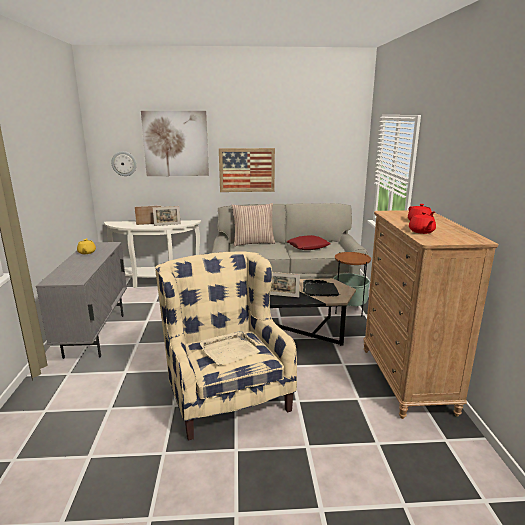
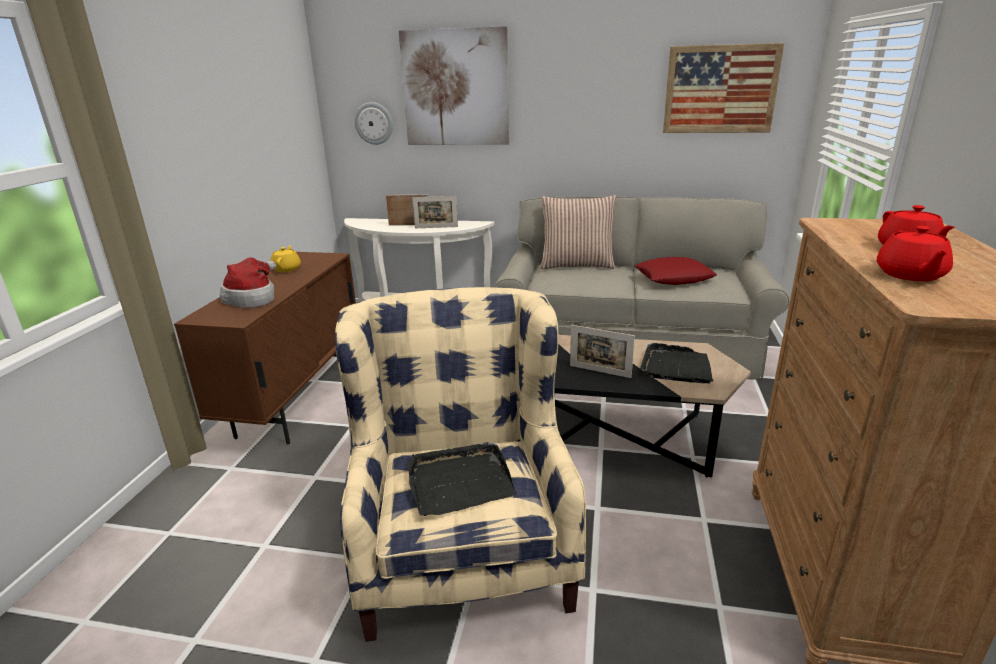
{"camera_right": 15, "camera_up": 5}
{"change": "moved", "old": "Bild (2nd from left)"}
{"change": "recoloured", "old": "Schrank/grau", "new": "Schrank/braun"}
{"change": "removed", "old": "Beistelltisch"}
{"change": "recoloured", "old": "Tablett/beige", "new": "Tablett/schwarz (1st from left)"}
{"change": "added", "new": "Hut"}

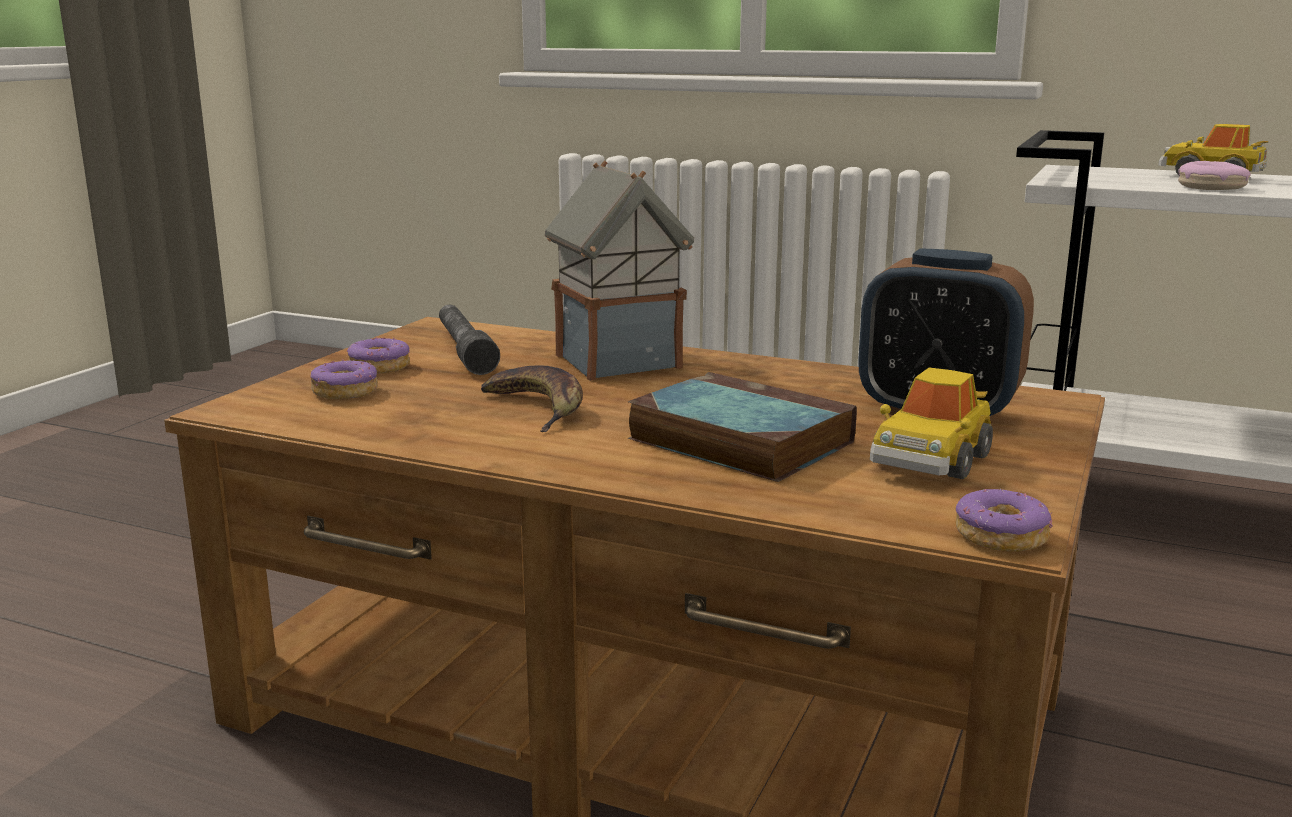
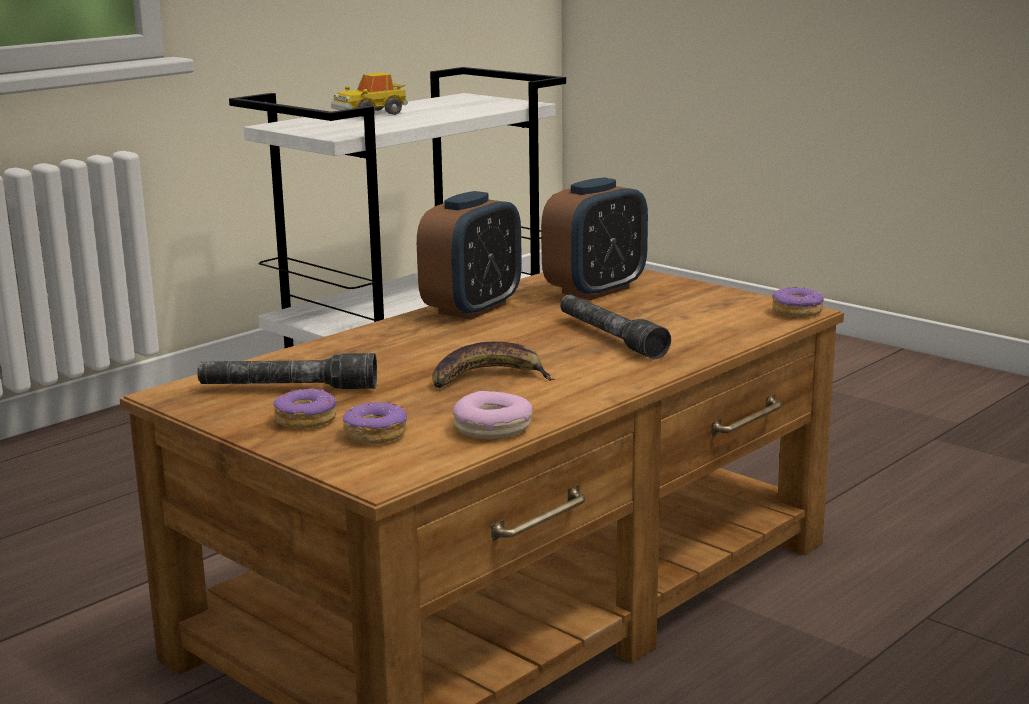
{"camera_right": -70, "camera_up": 0}
{"change": "removed", "old": "Spielzeughaus"}
{"change": "moved", "old": "Donut (4th from left in the first image)", "new": "Donut (3rd from left)"}
{"change": "removed", "old": "Spielzeugauto (1st from left)"}
{"change": "replaced", "old": "Buch", "new": "Taschenlampe/grau (2nd from left)"}
{"change": "added", "new": "Wecker (1st from left)"}

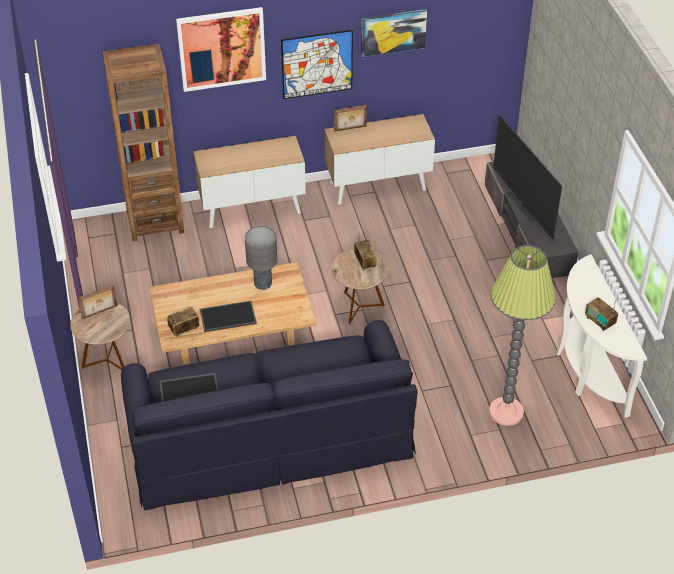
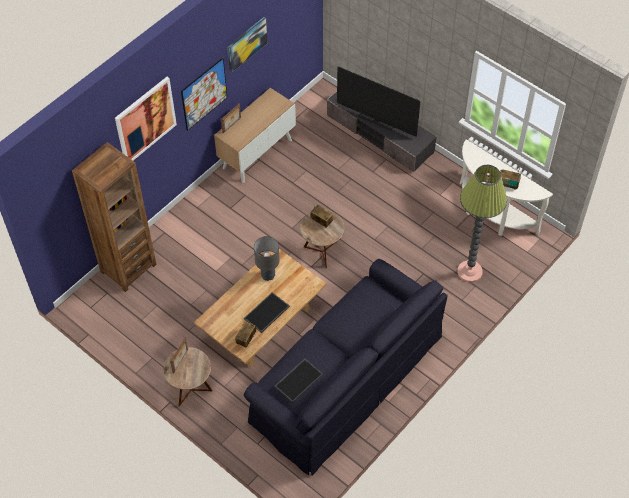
{"camera_right": -35, "camera_up": 10}
{"change": "removed", "old": "Schrank (1st from left)"}

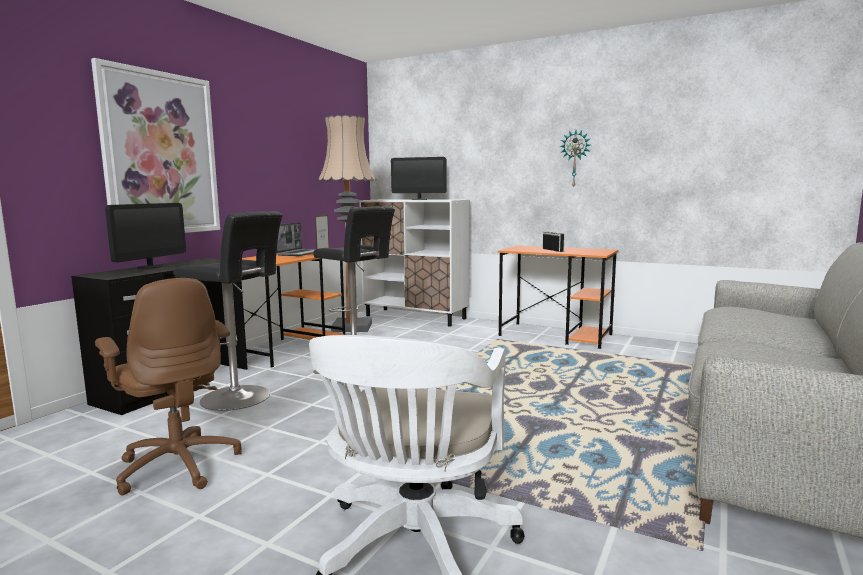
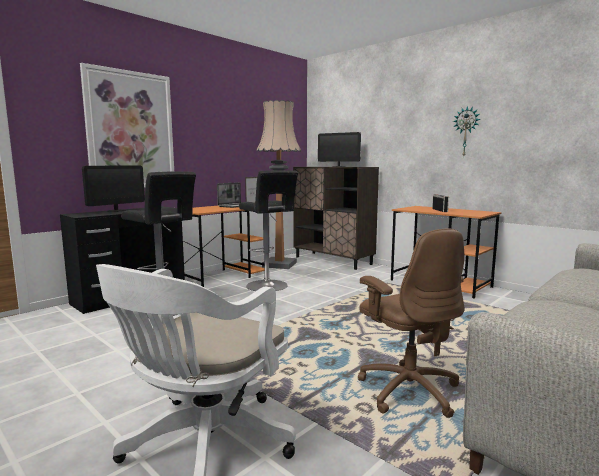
{"camera_right": 15, "camera_up": 0}
{"change": "recoloured", "old": "Schrank/weiß", "new": "Schrank/braun"}
{"change": "moved", "old": "Bürostuhl/braun"}

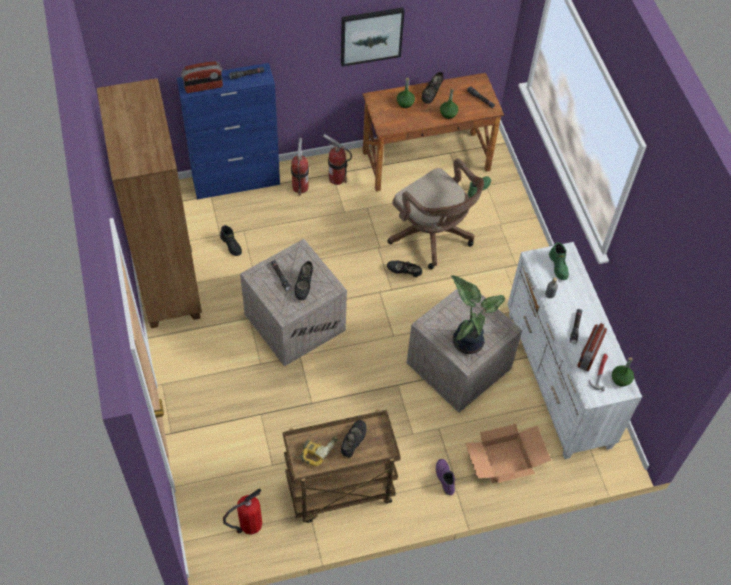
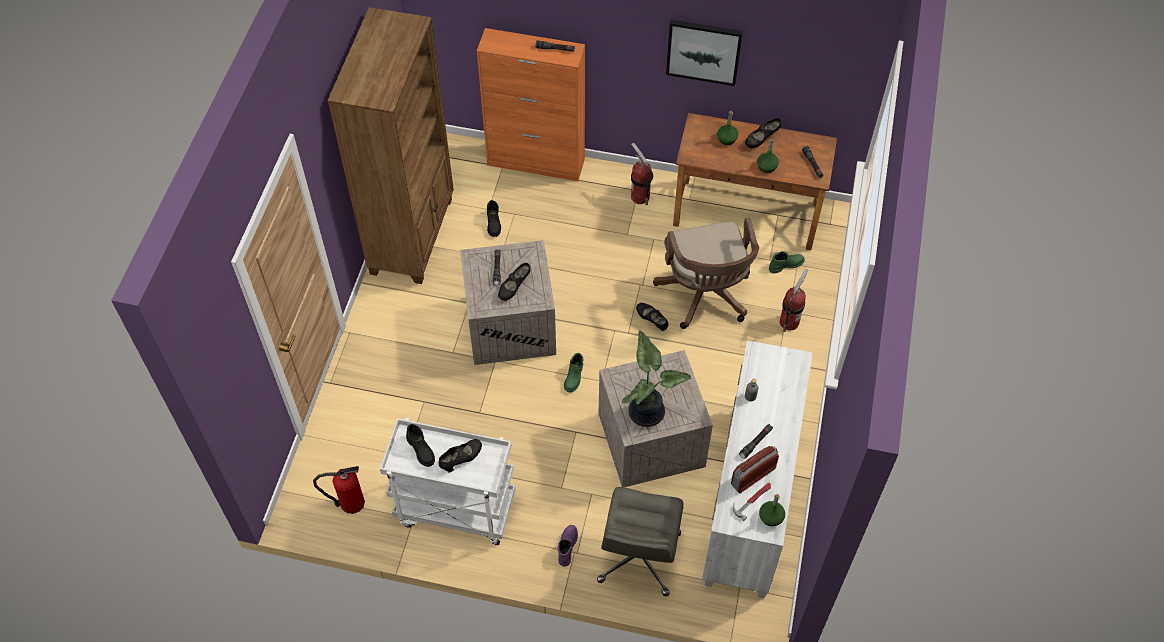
{"camera_right": 30, "camera_up": 0}
{"change": "removed", "old": "Radio (1st from left)"}
{"change": "recoloured", "old": "Schrank/blau", "new": "Schrank/orange"}
{"change": "moved", "old": "Feuerlöscher (2nd from left in the first image)", "new": "Feuerlöscher (3rd from left)"}
{"change": "moved", "old": "Stiefel/grün (2nd from left in the first image)", "new": "Stiefel/grün (1st from left)"}
{"change": "recoloured", "old": "Rollwagen/braun", "new": "Rollwagen/weiß"}
{"change": "replaced", "old": "Karton", "new": "Bürostuhl/grau"}
{"change": "replaced", "old": "Bohrmaschine", "new": "Stiefel/schwarz (1st from left)"}

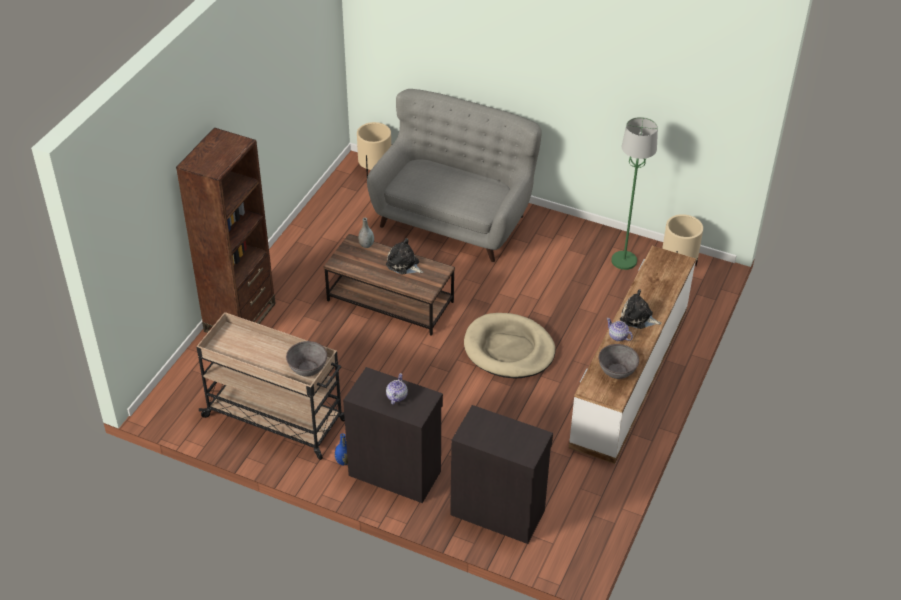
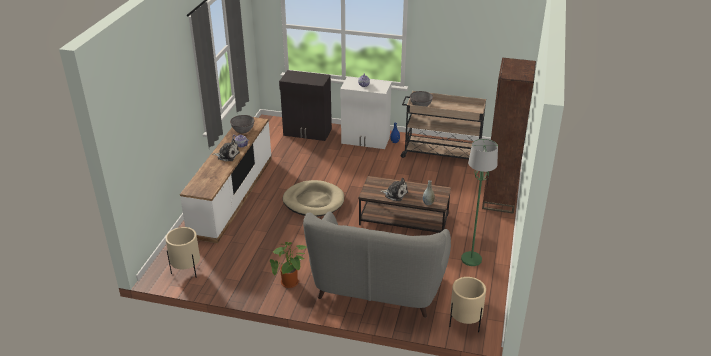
{"camera_right": 170, "camera_up": -10}
{"change": "moved", "old": "Stehlampe/grün"}
{"change": "recoloured", "old": "Schrank/schwarz (1st from left)", "new": "Schrank/weiß"}
{"change": "added", "new": "Topfpflanze"}

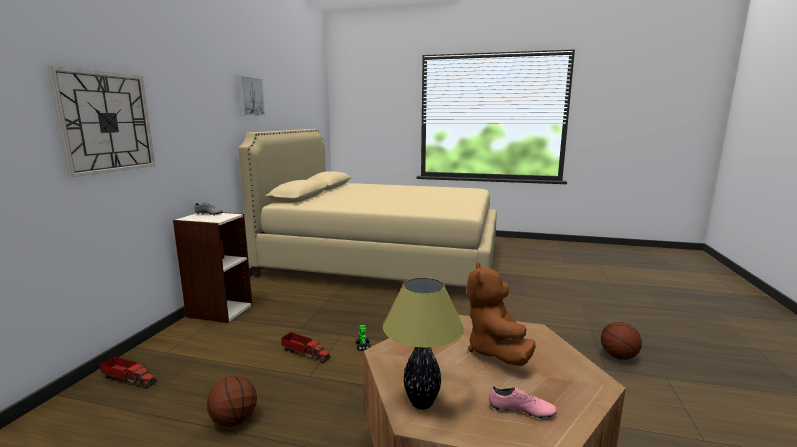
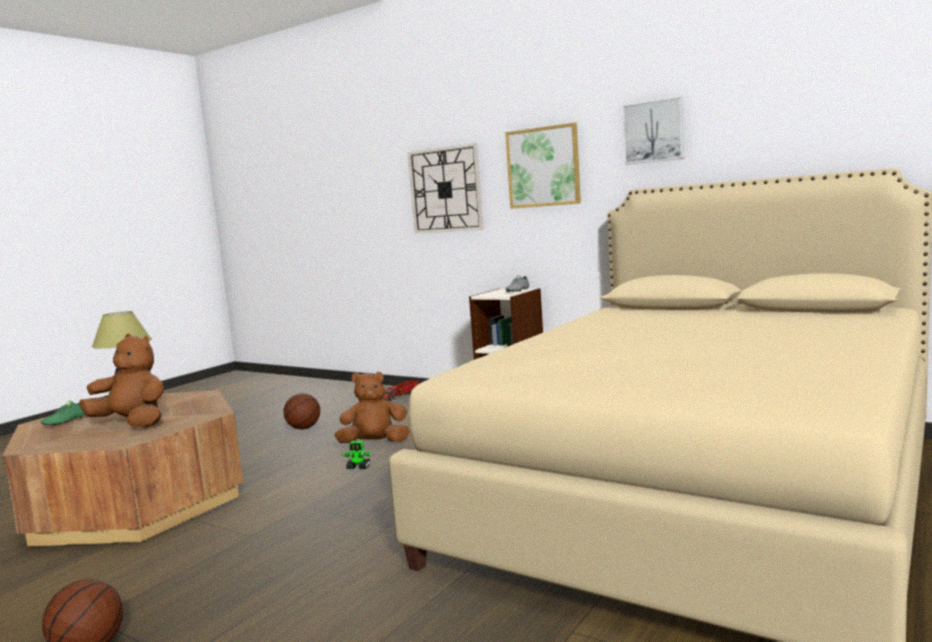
{"camera_right": 110, "camera_up": -5}
{"change": "replaced", "old": "Spielzeuglaster (2nd from left)", "new": "Plüschtier/braun (2nd from left)"}
{"change": "recoloured", "old": "Schuh/rosa", "new": "Schuh/grün"}
{"change": "added", "new": "Bild (1st from left)"}

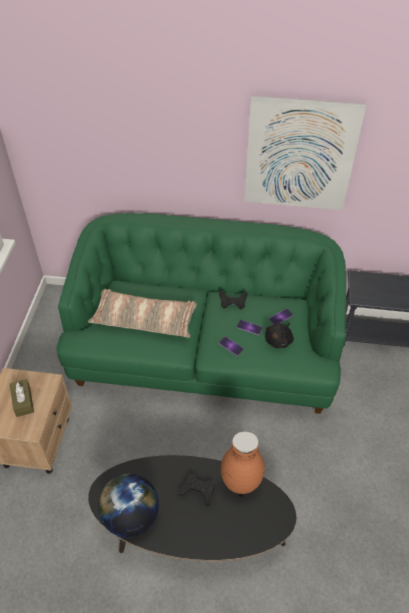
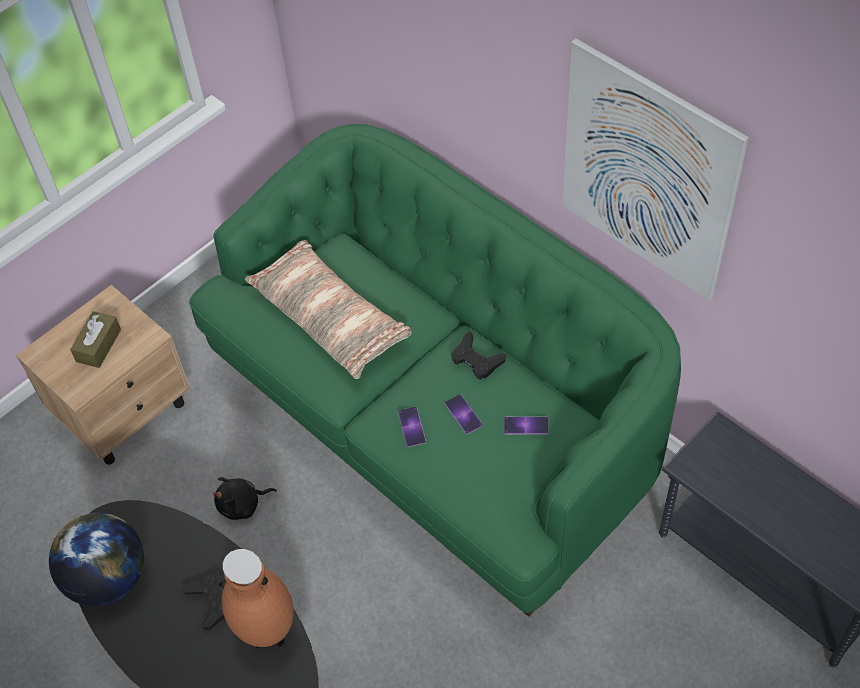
{"camera_right": 40, "camera_up": 5}
{"change": "moved", "old": "Plüschtier/schwarz"}

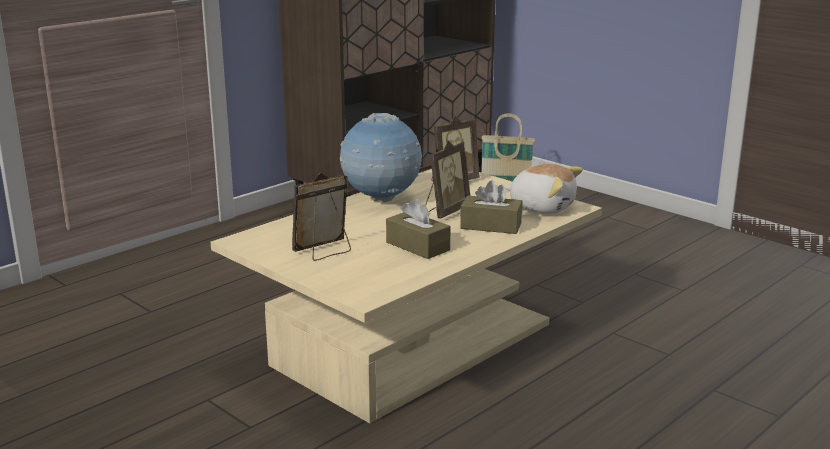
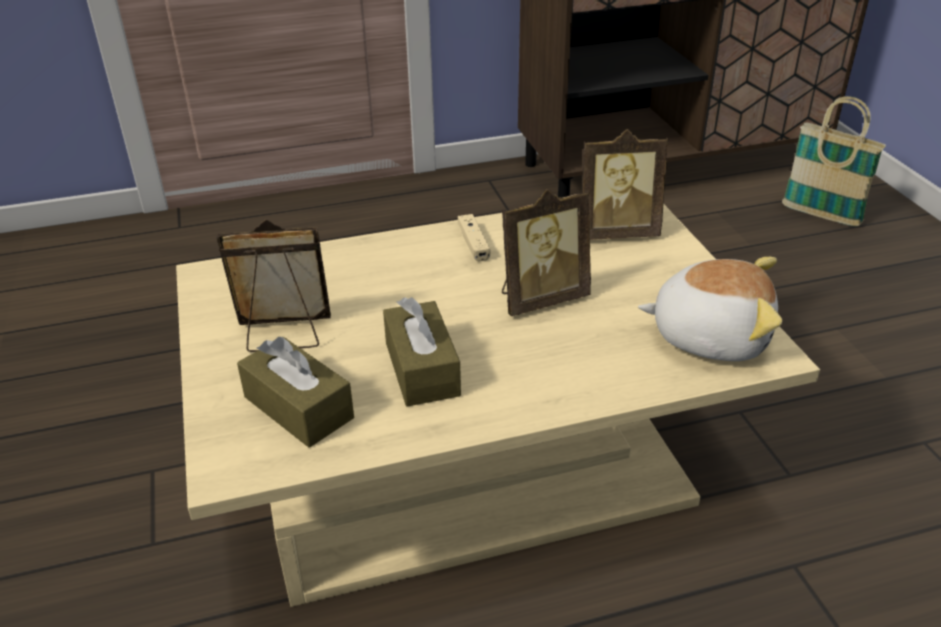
{"camera_right": 30, "camera_up": 15}
{"change": "replaced", "old": "Globus", "new": "Gamepad/beige"}
{"change": "turned", "old": "Plüschtier", "degrees": -45}
{"change": "moved", "old": "Taschentuchbox/braun (2nd from left in the first image)", "new": "Taschentuchbox/braun (1st from left)"}

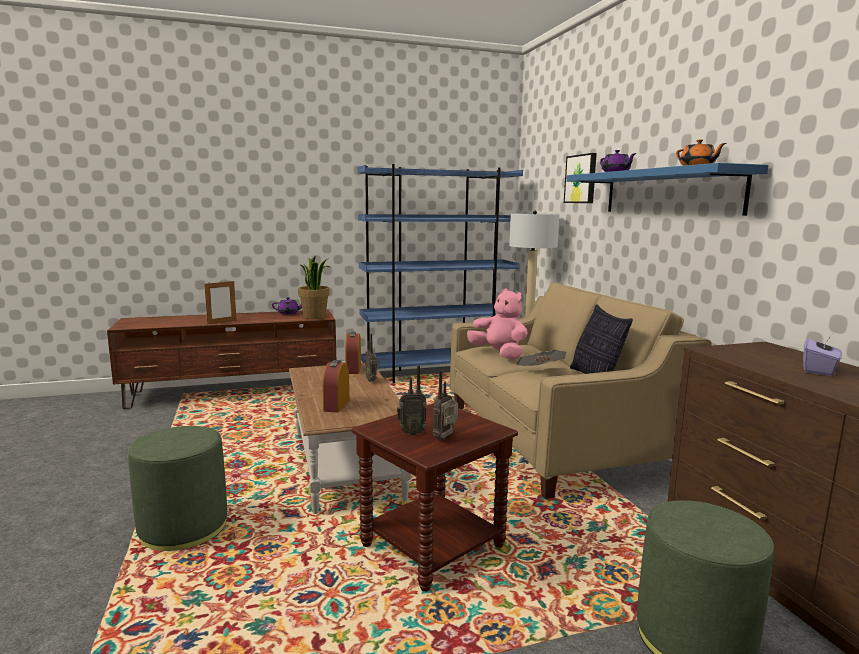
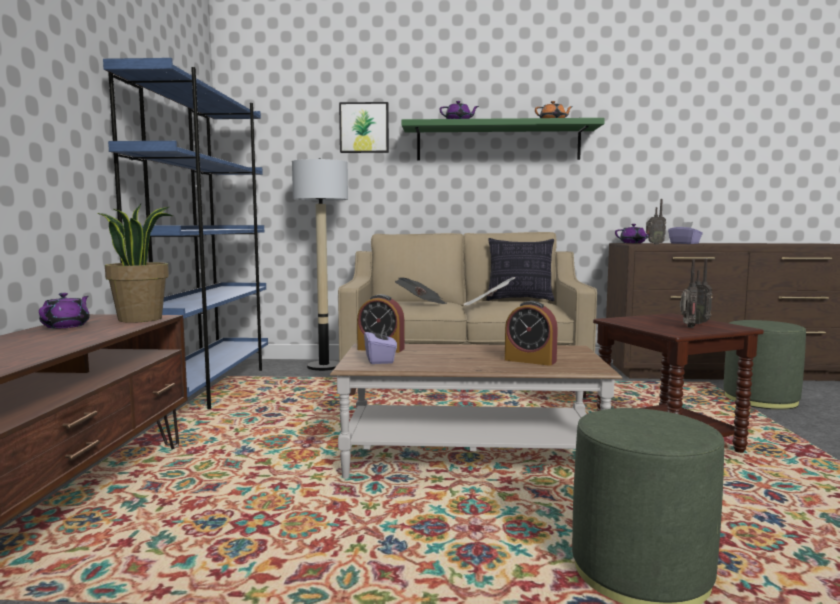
{"camera_right": -70, "camera_up": -5}
{"change": "recoloured", "old": "Wandregal/blau", "new": "Wandregal/grün"}
{"change": "removed", "old": "Bilderrahmen"}
{"change": "replaced", "old": "Plüschtier/rosa", "new": "Zeitung (1st from left)"}
{"change": "moved", "old": "Radio (1st from left)"}
{"change": "added", "new": "Teekanne/lila (3rd from left)"}
{"change": "added", "new": "Taschentuchbox/lila (1st from left)"}

